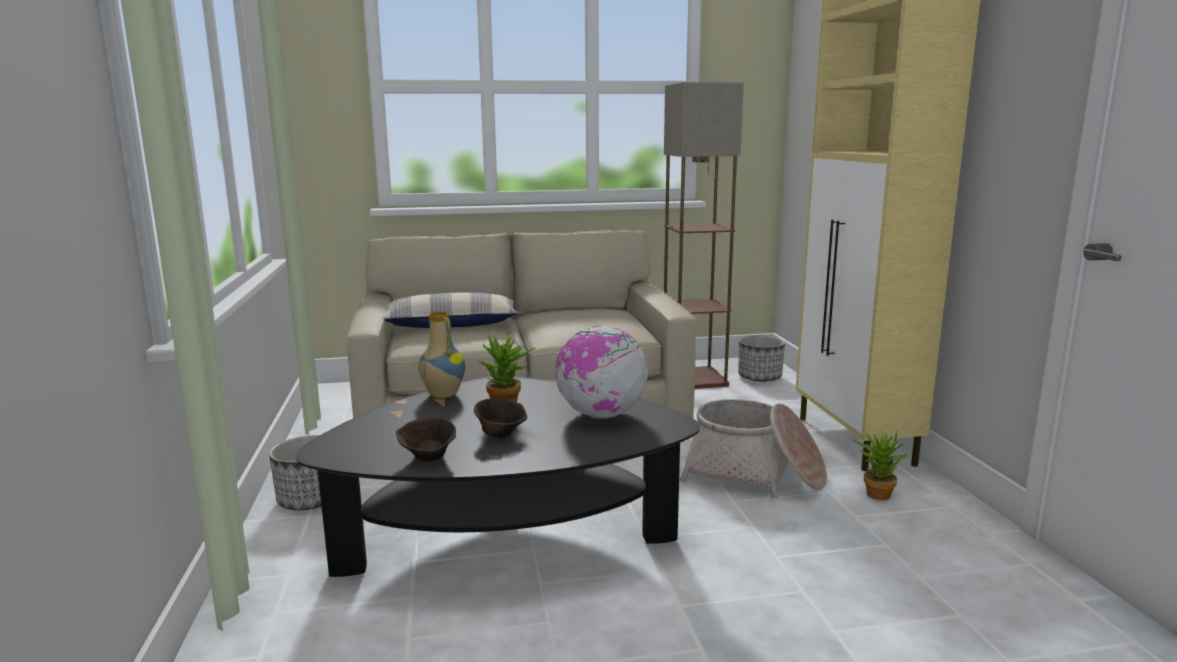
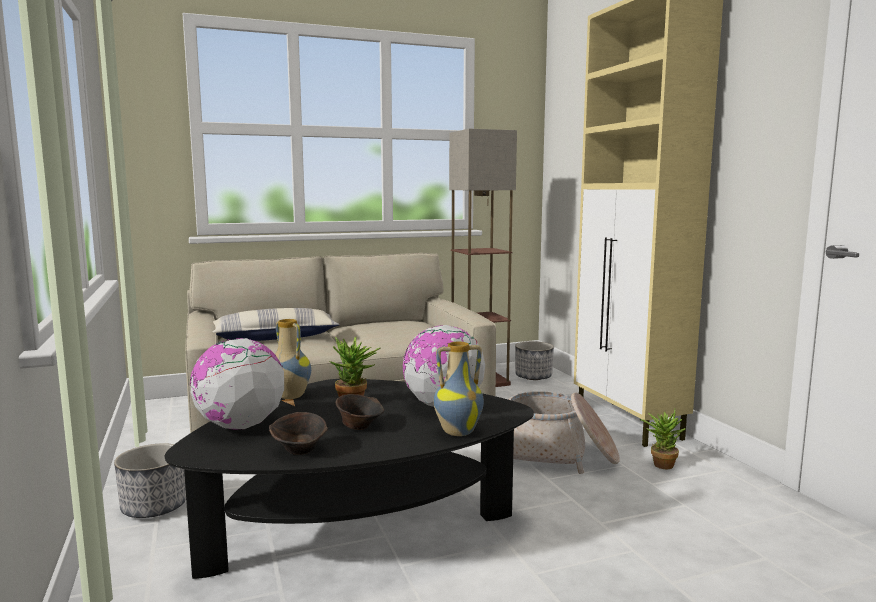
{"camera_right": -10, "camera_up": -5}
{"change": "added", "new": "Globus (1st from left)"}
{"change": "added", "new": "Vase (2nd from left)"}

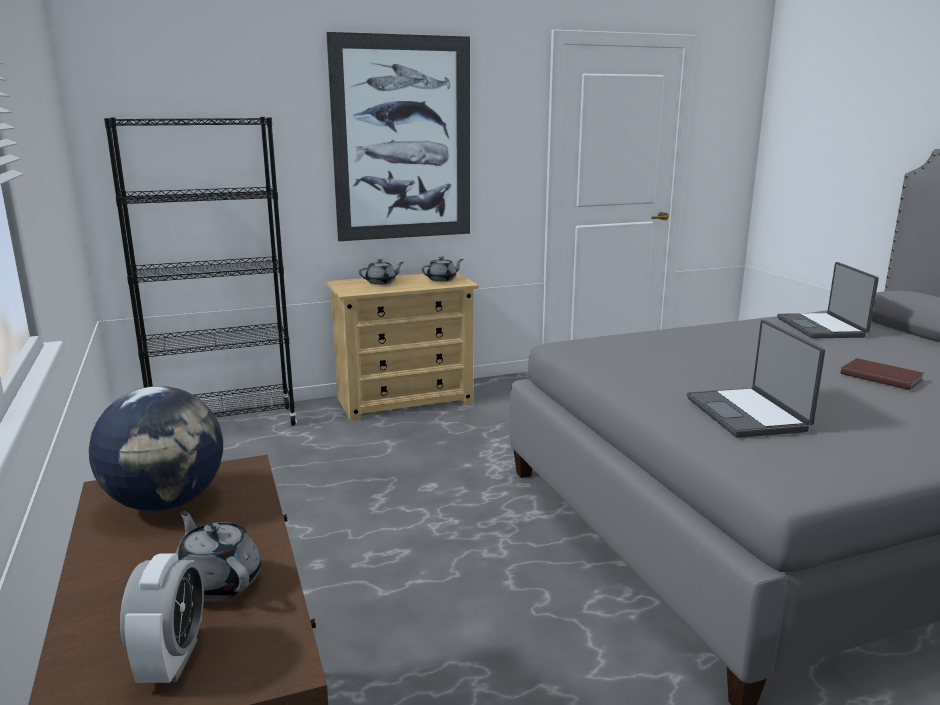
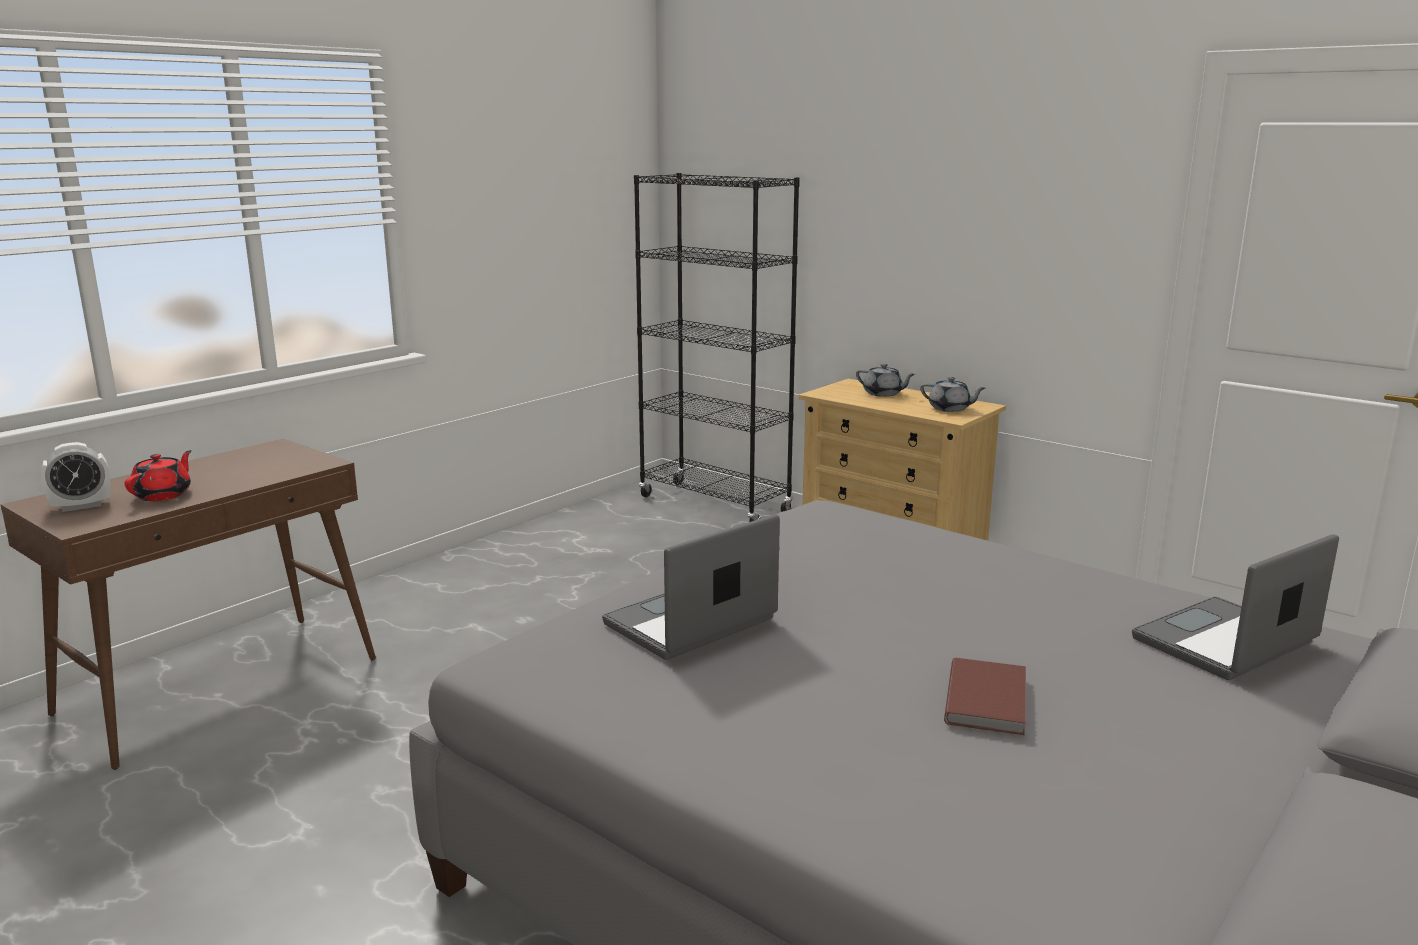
{"camera_right": 60, "camera_up": 0}
{"change": "removed", "old": "Bild"}
{"change": "removed", "old": "Globus"}
{"change": "recoloured", "old": "Teekanne/grau (1st from left)", "new": "Teekanne/rot"}

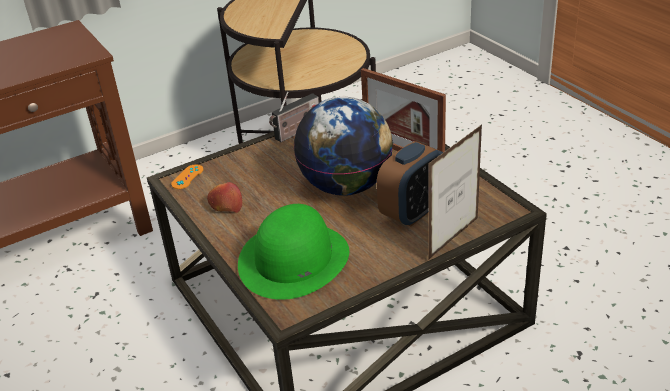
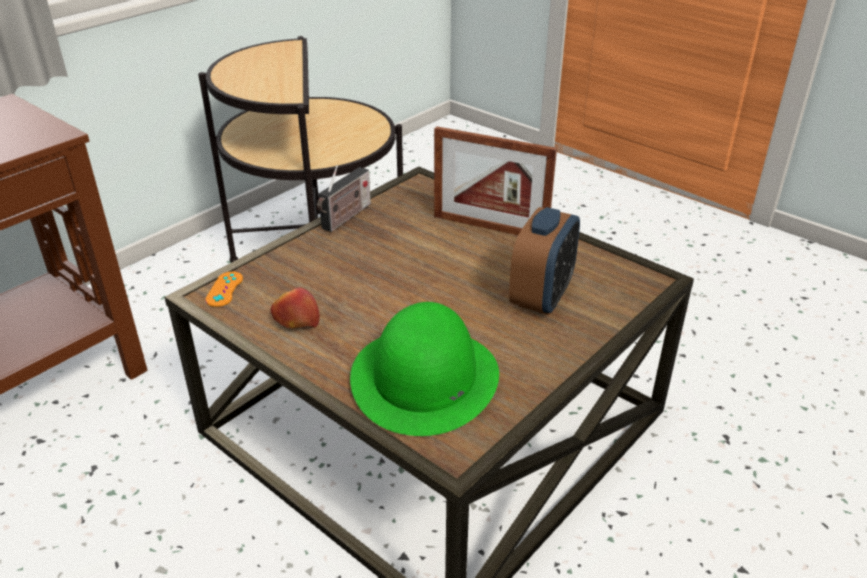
{"camera_right": -20, "camera_up": 0}
{"change": "removed", "old": "Globus"}
{"change": "removed", "old": "Bilderrahmen (2nd from left)"}

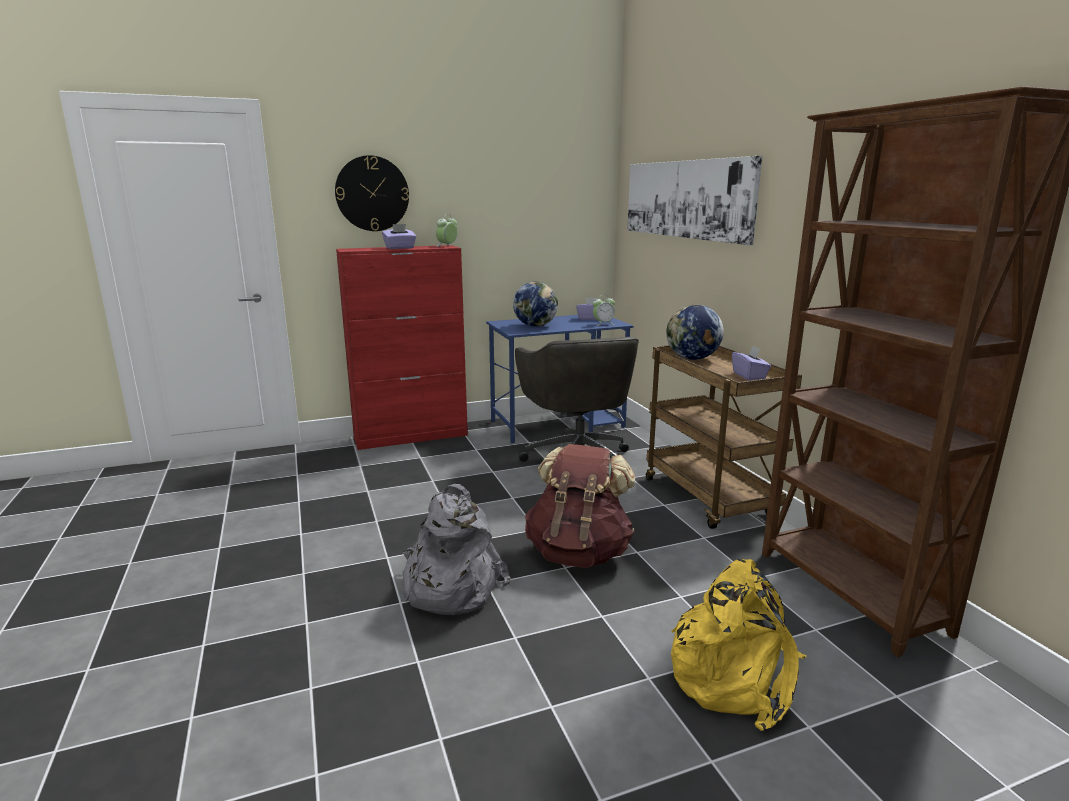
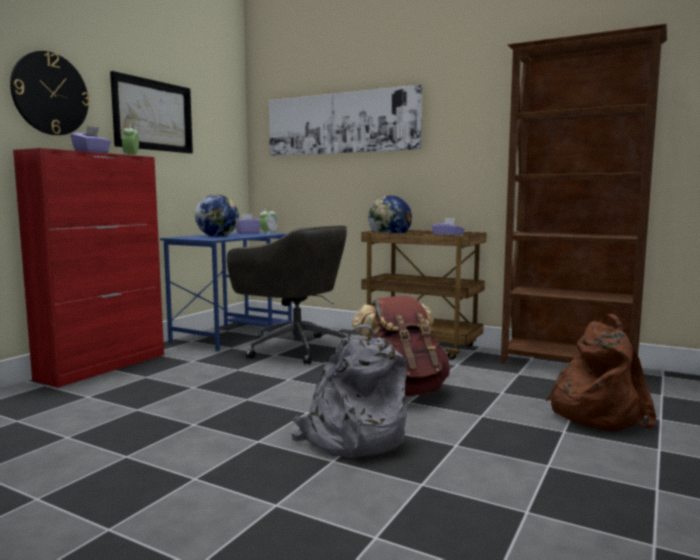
{"camera_right": -40, "camera_up": -10}
{"change": "recoloured", "old": "Rucksack/gelb", "new": "Rucksack/braun (2nd from left)"}
{"change": "added", "new": "Bild (1st from left)"}

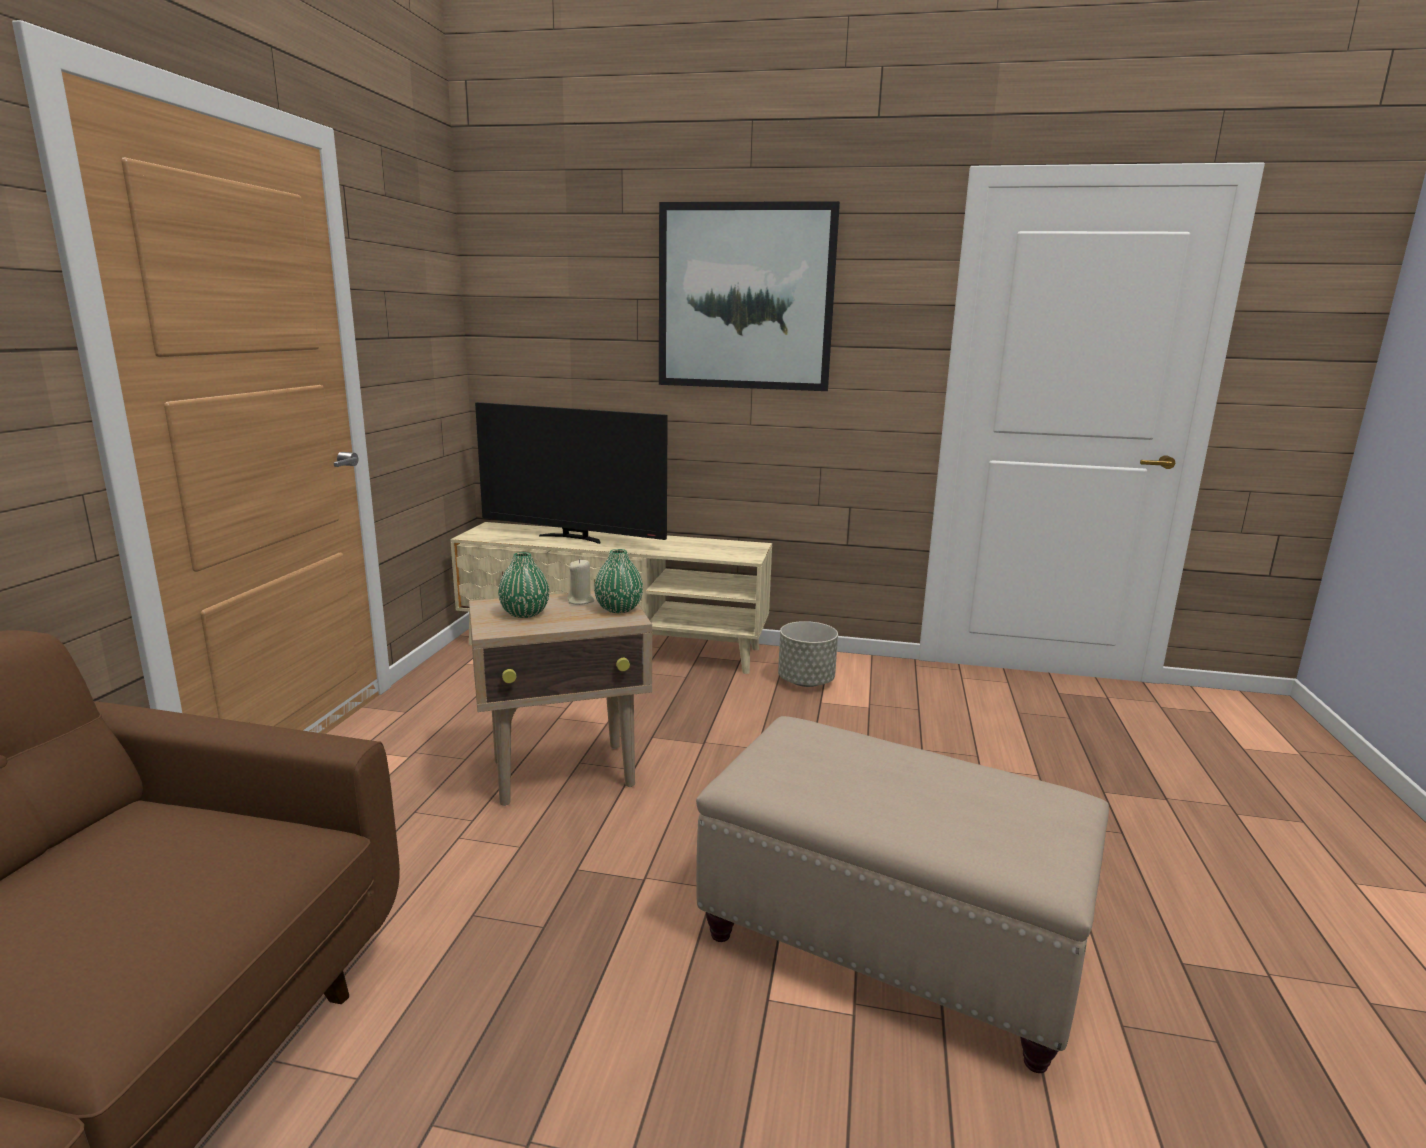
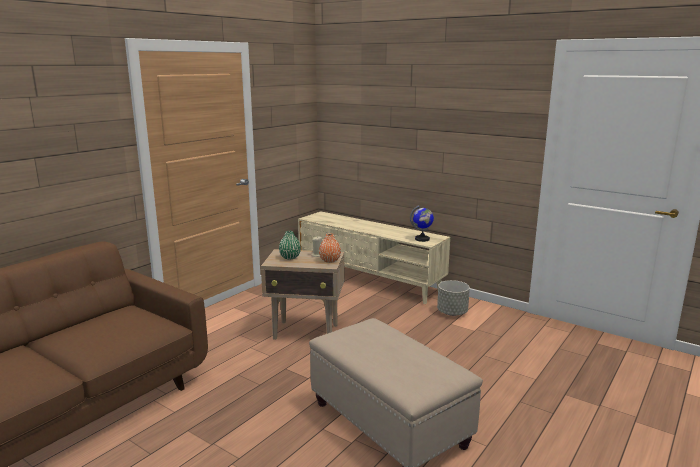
{"camera_right": 25, "camera_up": 0}
{"change": "removed", "old": "Bild"}
{"change": "removed", "old": "Fernseher"}
{"change": "recoloured", "old": "Vase/grün (2nd from left)", "new": "Vase/orange"}
{"change": "added", "new": "Globus"}

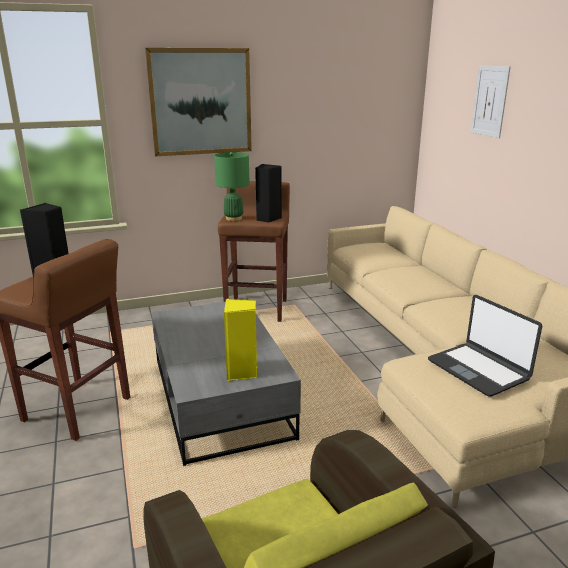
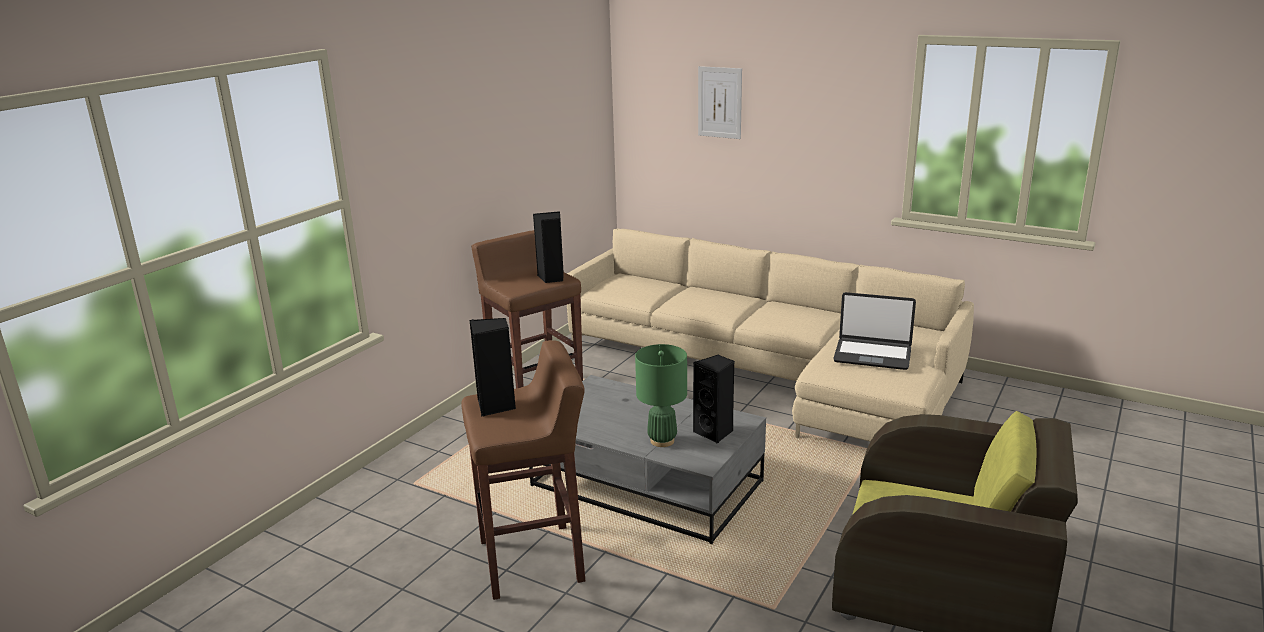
{"camera_right": -40, "camera_up": 0}
{"change": "removed", "old": "Bild (1st from left)"}
{"change": "moved", "old": "Tischlampe/grün"}
{"change": "recoloured", "old": "Lautsprecher/gelb", "new": "Lautsprecher/schwarz (3rd from left)"}

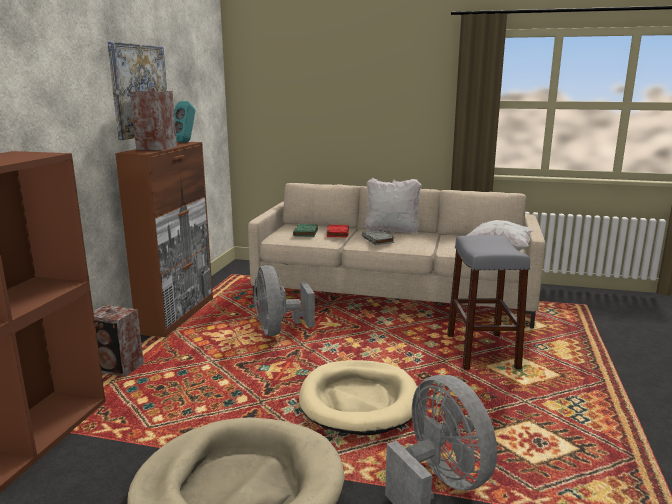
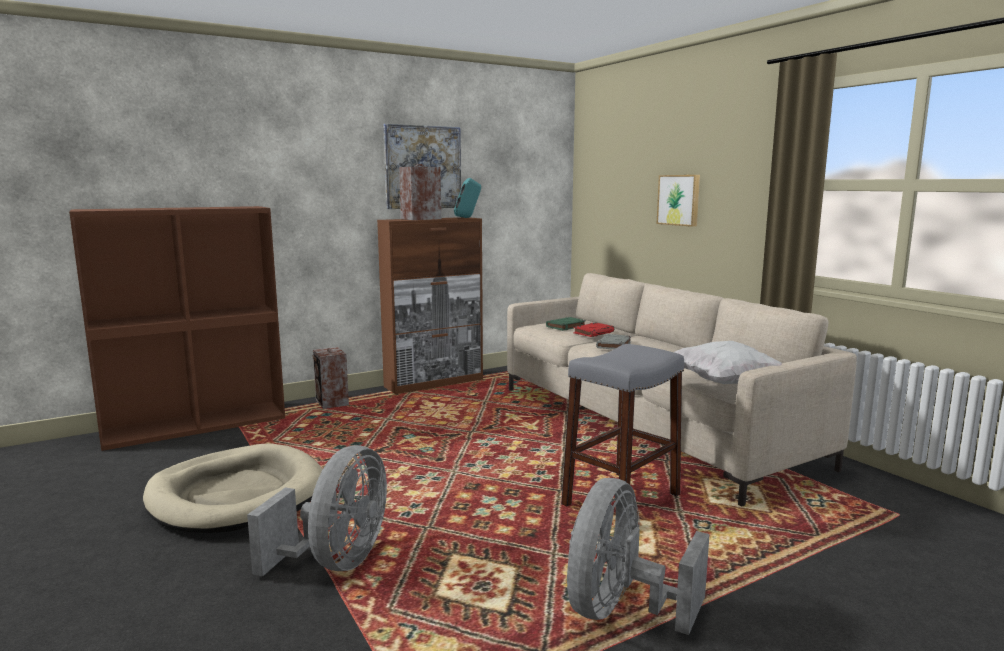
{"camera_right": 45, "camera_up": -5}
{"change": "removed", "old": "Kissen/weiß (1st from left)"}
{"change": "moved", "old": "Ventilator/grau (1st from left in the first image)", "new": "Ventilator/grau (2nd from left)"}
{"change": "removed", "old": "Hundebett/beige (2nd from left)"}
{"change": "added", "new": "Bild (2nd from left)"}

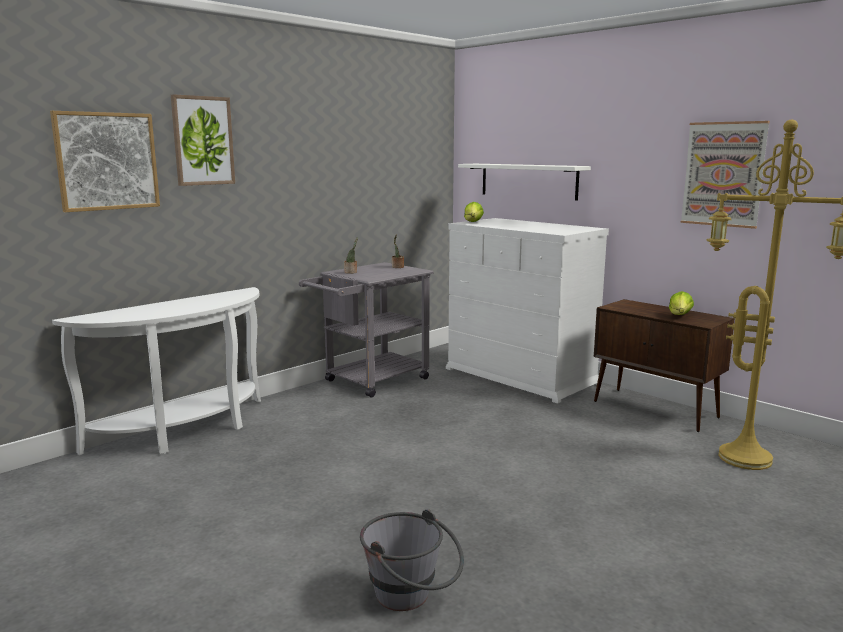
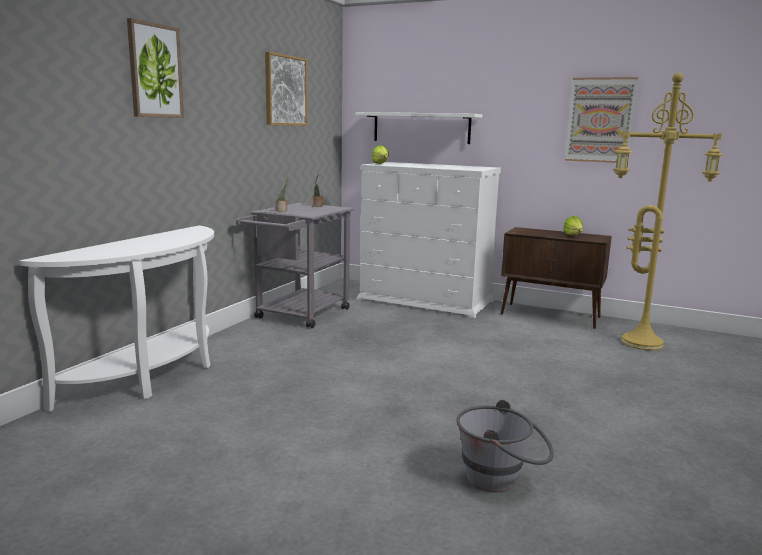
{"camera_right": -20, "camera_up": 0}
{"change": "moved", "old": "Bild (1st from left in the first image)", "new": "Bild (2nd from left)"}

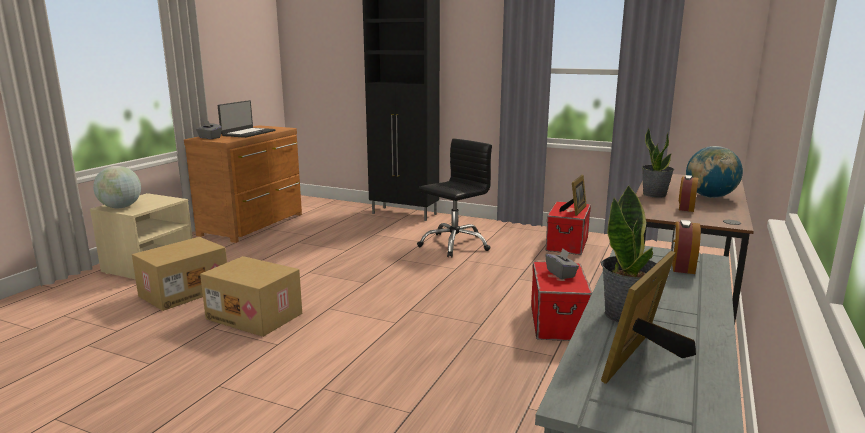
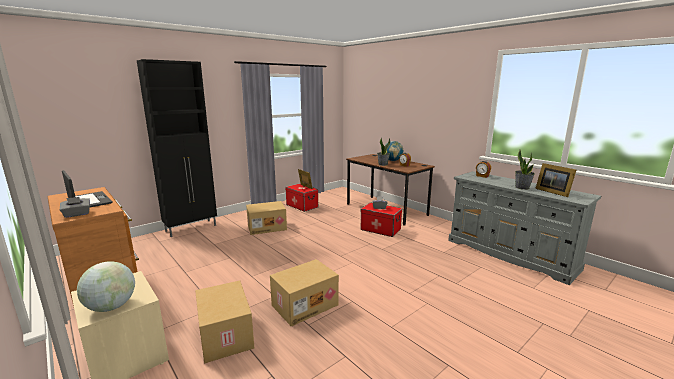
{"camera_right": -65, "camera_up": 0}
{"change": "replaced", "old": "Bürostuhl/schwarz", "new": "Karton (2nd from left)"}

